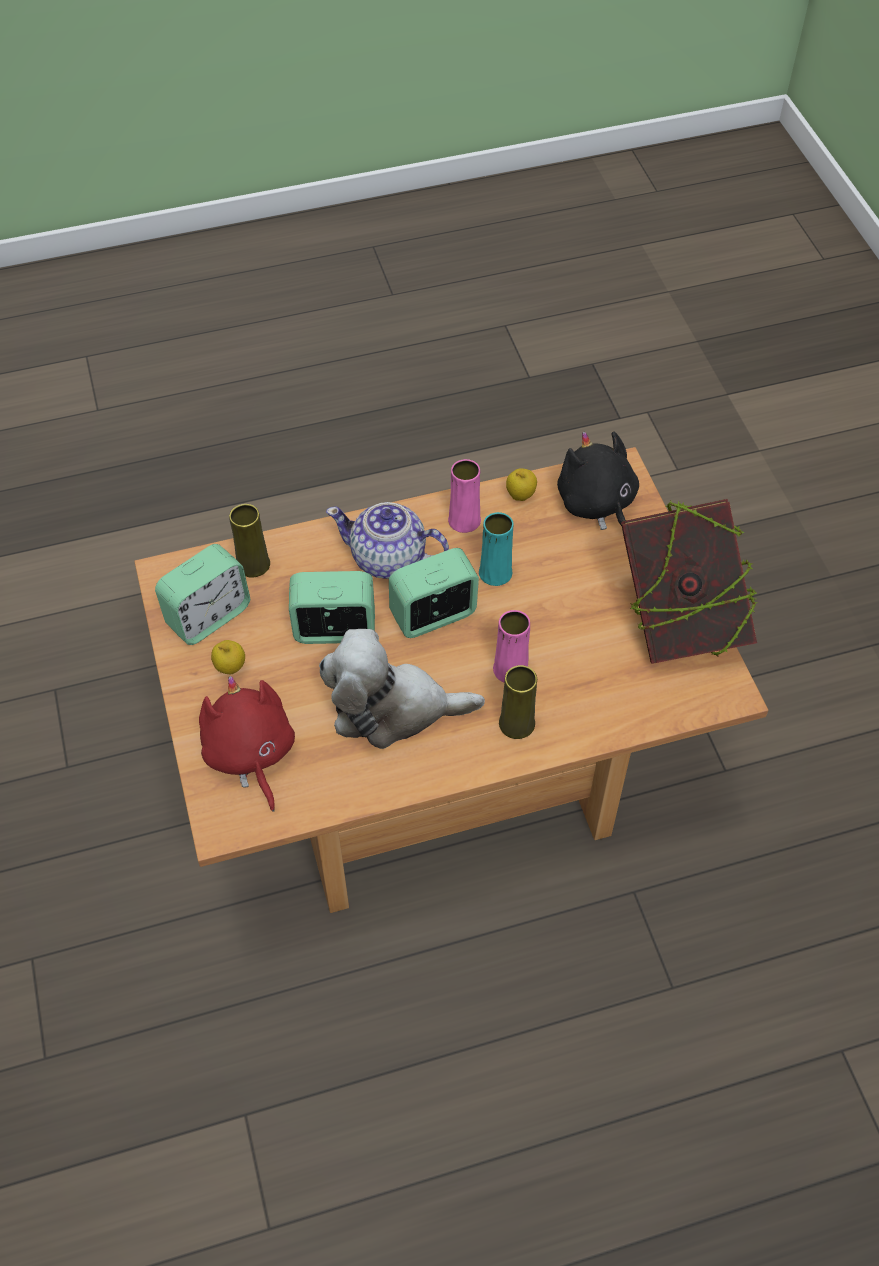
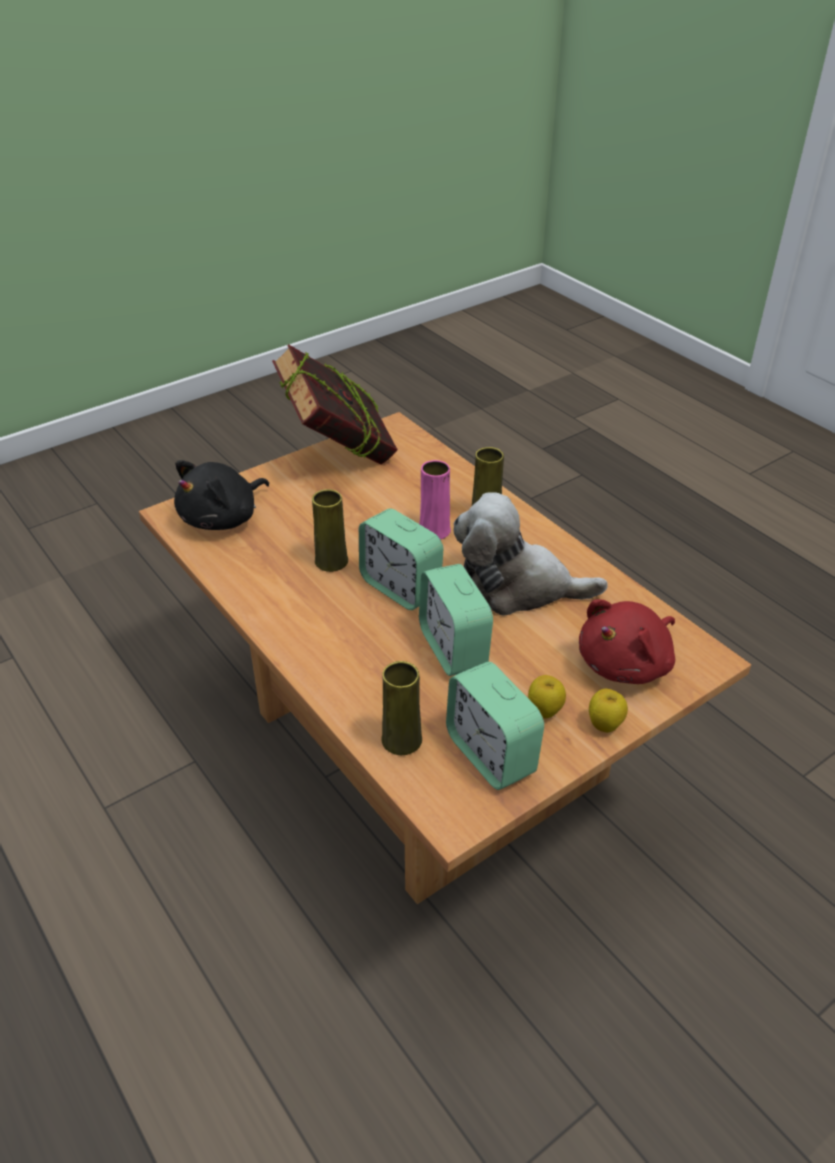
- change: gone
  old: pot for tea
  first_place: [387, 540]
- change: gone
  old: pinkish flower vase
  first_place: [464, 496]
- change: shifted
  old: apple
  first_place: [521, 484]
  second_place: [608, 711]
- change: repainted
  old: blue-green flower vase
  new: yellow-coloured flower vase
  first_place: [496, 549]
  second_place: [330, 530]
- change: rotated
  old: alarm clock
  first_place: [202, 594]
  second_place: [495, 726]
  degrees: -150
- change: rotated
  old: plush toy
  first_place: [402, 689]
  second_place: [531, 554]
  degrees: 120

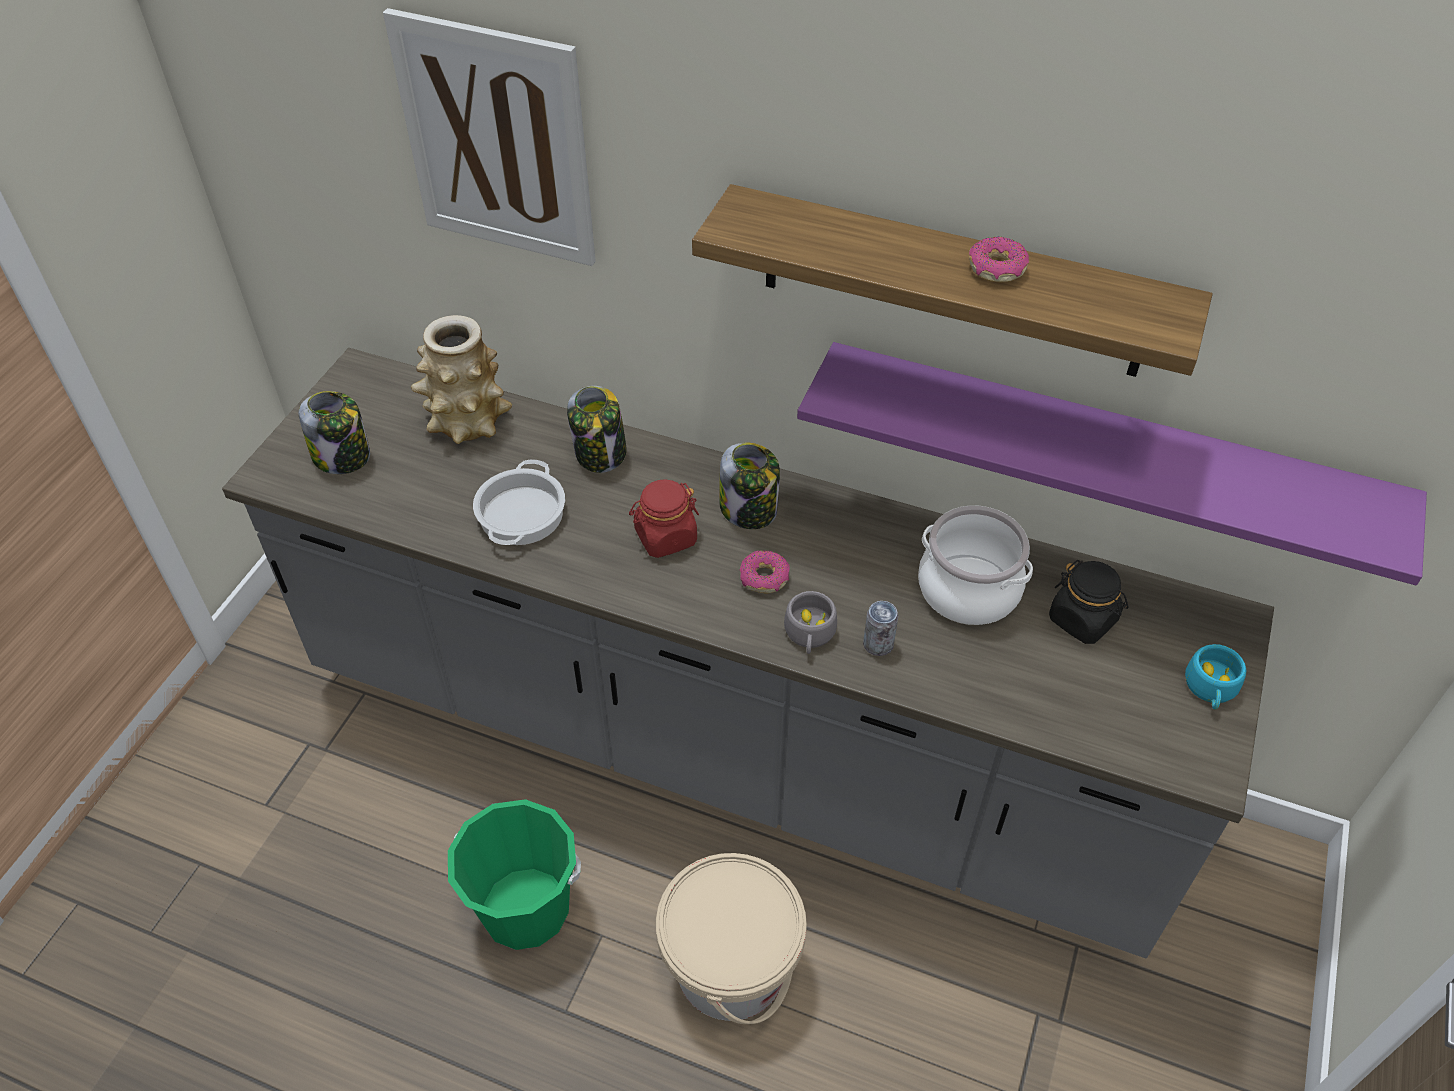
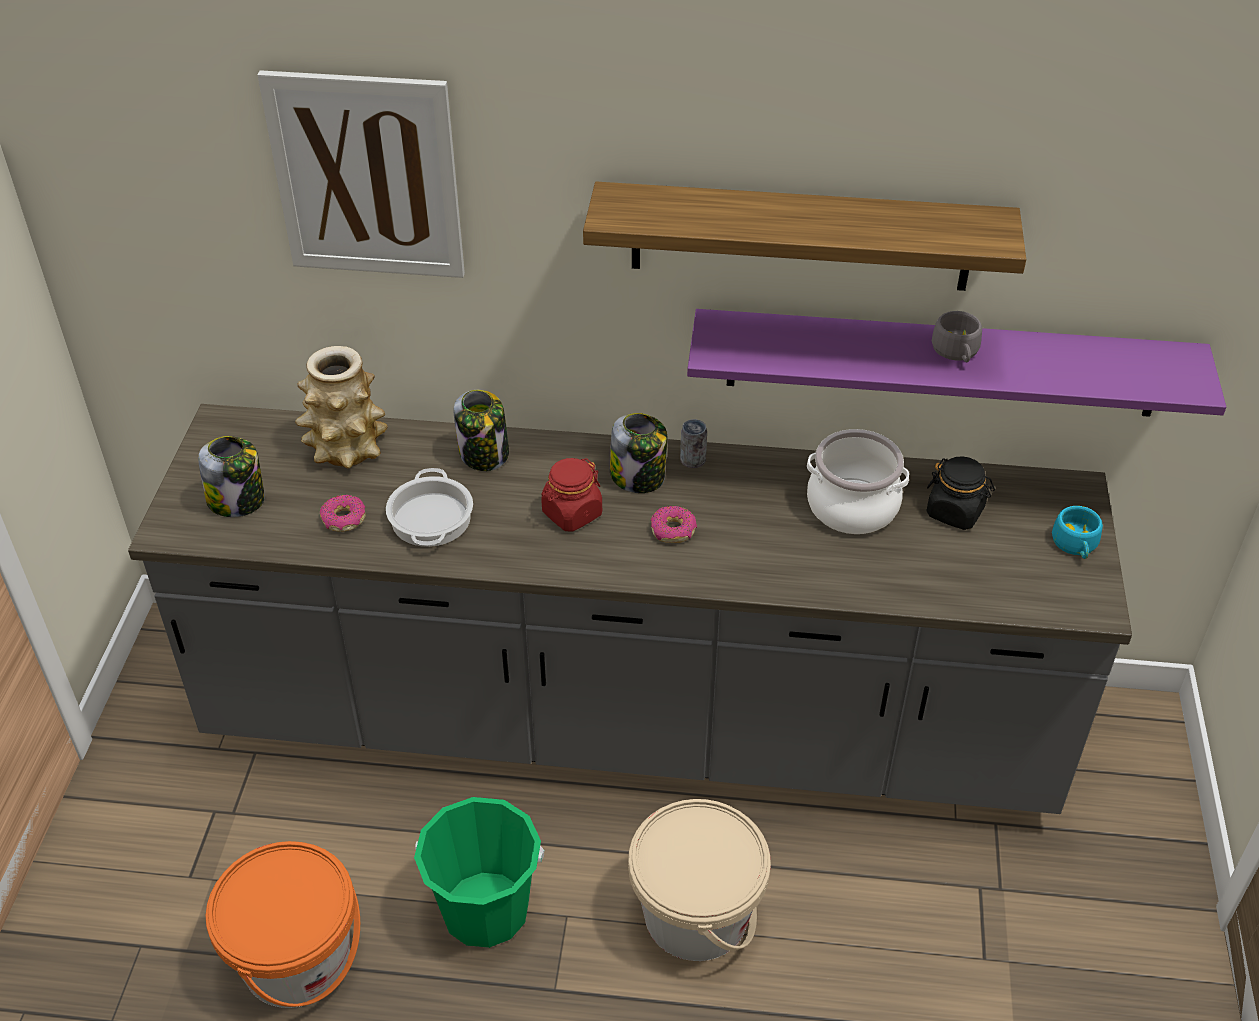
- change: new
  new: orange-coloured water bucket
  second_place: [283, 924]
- change: shifted
  old: gray small cup
  first_place: [810, 622]
  second_place: [957, 336]
- change: shifted
  old: metal can
  first_place: [880, 628]
  second_place: [693, 443]
- change: shifted
  old: ring doughnut
  first_place: [999, 259]
  second_place: [343, 513]

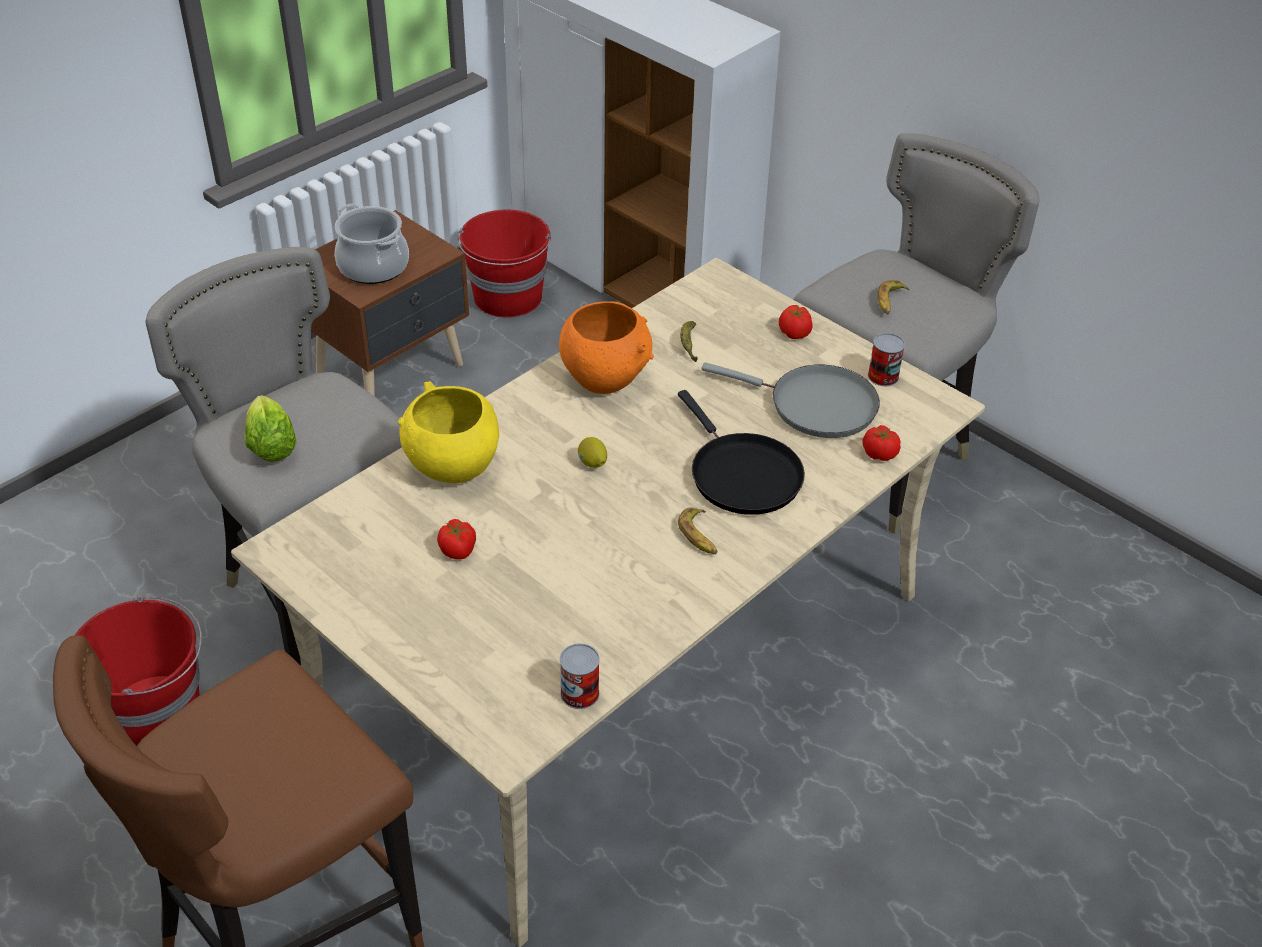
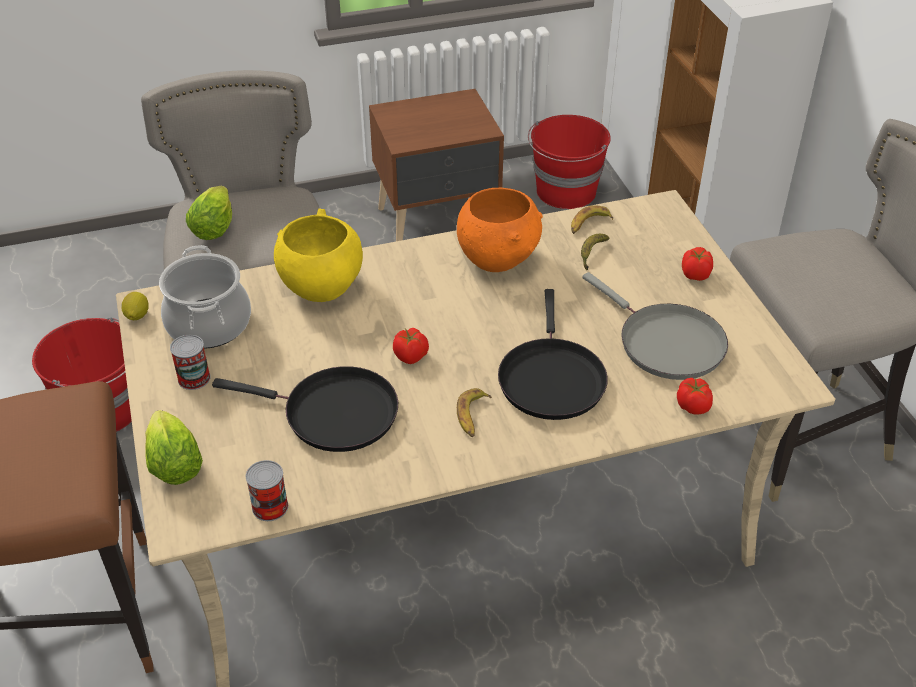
- change: new
  new: lettuce head
  second_place: [174, 447]
- change: new
  new: black skillet
  second_place: [305, 409]
- change: shifted
  old: cooking pot
  first_place: [371, 244]
  second_place: [205, 297]
- change: shifted
  old: tomato
  first_place: [456, 539]
  second_place: [411, 346]
- change: shifted
  old: whole lemon
  first_place: [592, 452]
  second_place: [135, 306]
- change: shifted
  old: metal can
  first_place: [886, 359]
  second_place: [190, 362]
- change: shifted
  old: whole banana
  first_place: [893, 297]
  second_place: [592, 219]

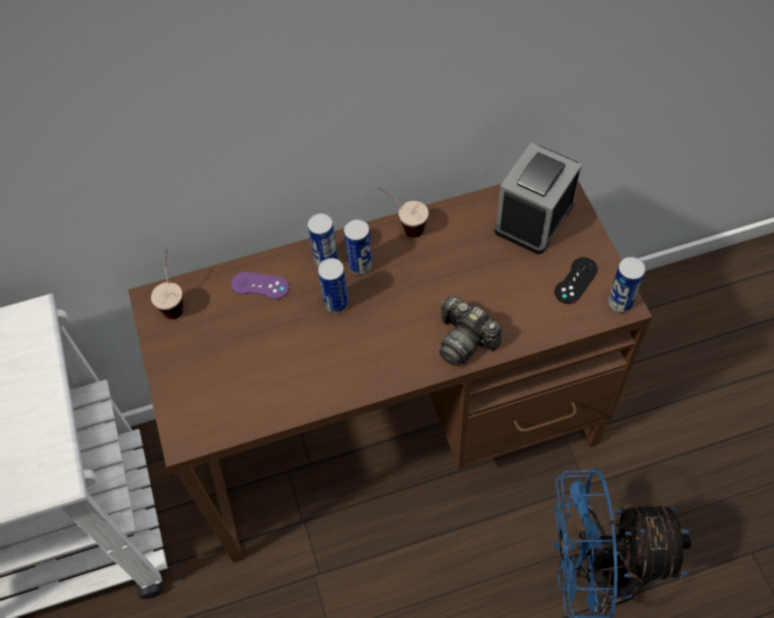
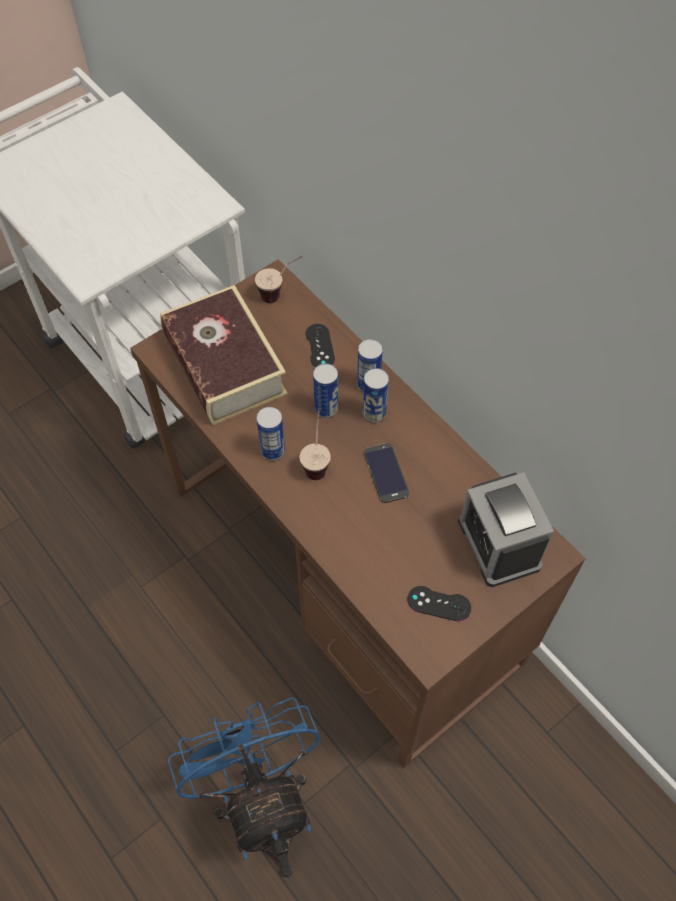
- change: gone
  old: photo camera
  first_place: [470, 331]
- change: new
  new: bound book
  second_place: [223, 355]
- change: new
  new: handset
  second_place: [386, 473]
- change: shifted
  old: small cup
  first_place: [403, 212]
  second_place: [315, 445]
- change: shifted
  old: metal can
  first_place: [627, 285]
  second_place: [271, 434]
- change: repainted
  old: purple-coloured gamepad
  new: black gamepad
  first_place: [260, 285]
  second_place: [320, 345]
- change: rotated
  old: alarm clock
  first_place: [538, 198]
  second_place: [506, 529]
  degrees: -120

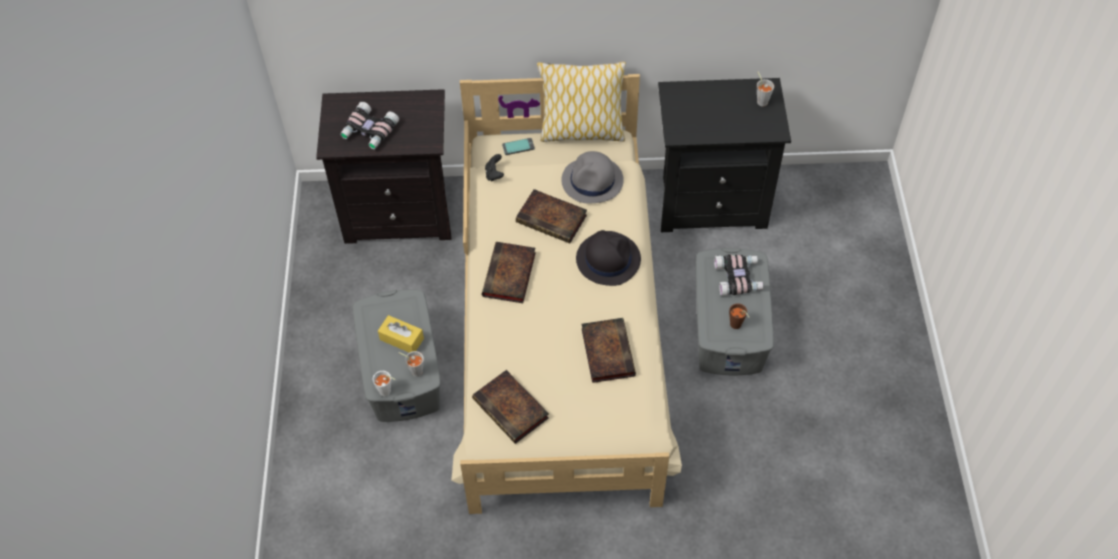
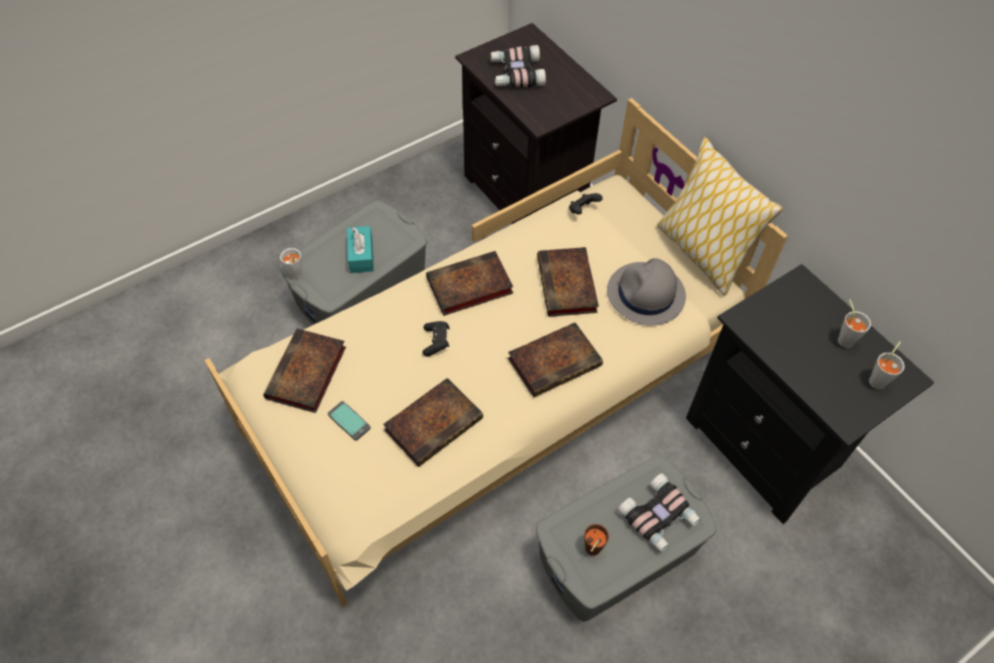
- change: new
  new: black gamepad
  second_place: [436, 339]
- change: shifted
  old: gray small cup
  first_place: [411, 364]
  second_place: [854, 323]
- change: shifted
  old: handset
  first_place: [518, 146]
  second_place: [349, 421]
- change: swapped
  old: black wearable hat
  new: bound book
  first_place: [608, 258]
  second_place: [555, 359]
- change: repainted
  old: yellow-coloured tissue box
  new: blue-green tissue box
  first_place: [401, 334]
  second_place: [360, 249]

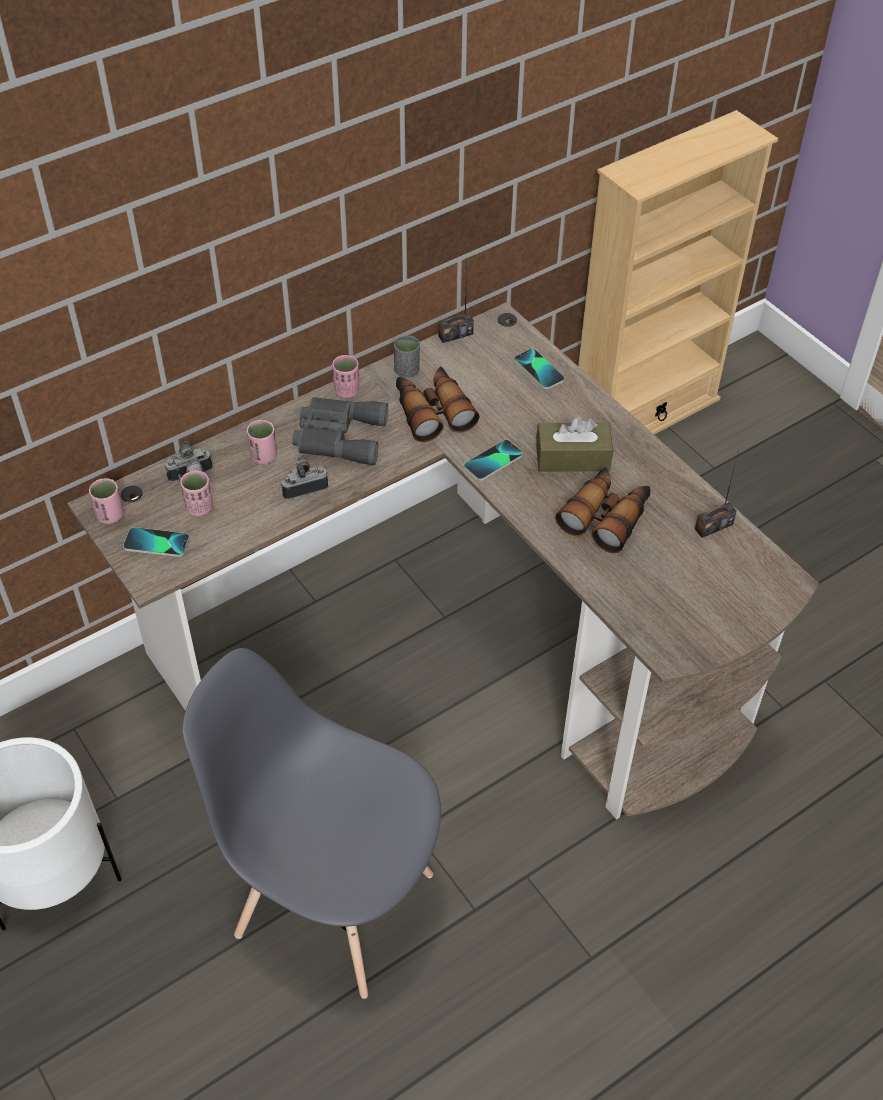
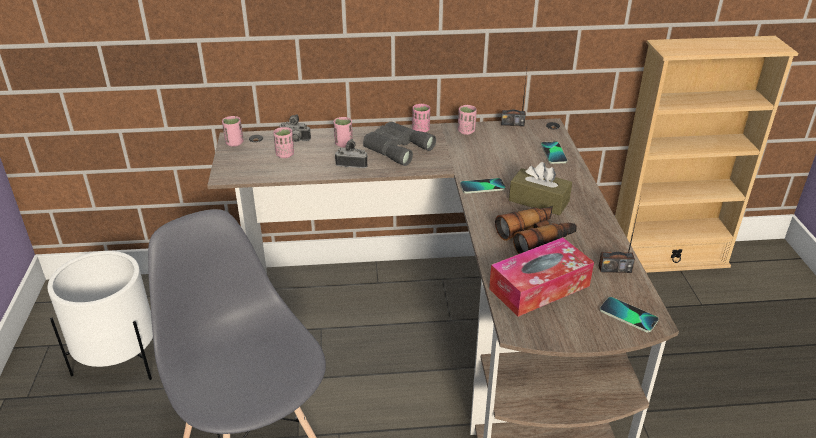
- change: gone
  old: field glasses
  first_place: [437, 404]
- change: new
  new: tissue box
  second_place: [541, 277]
- change: shifted
  old: handset
  first_place: [156, 542]
  second_place: [629, 315]
- change: repainted
  old: gray small cup
  new: pinkish small cup
  first_place: [407, 356]
  second_place: [467, 120]

